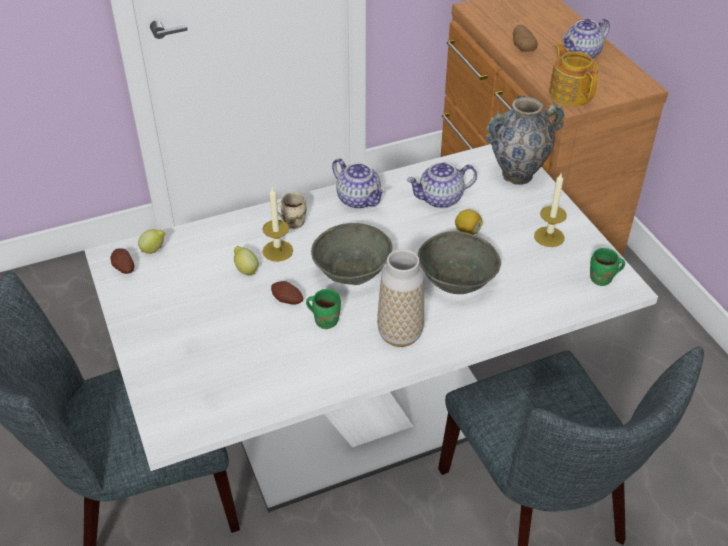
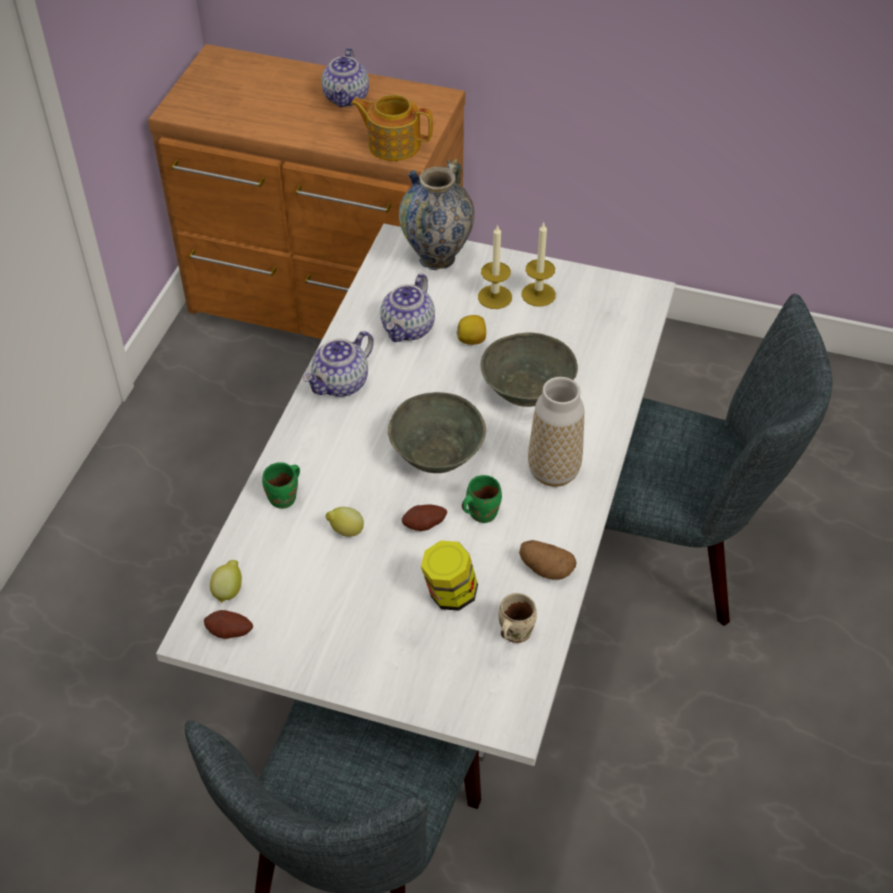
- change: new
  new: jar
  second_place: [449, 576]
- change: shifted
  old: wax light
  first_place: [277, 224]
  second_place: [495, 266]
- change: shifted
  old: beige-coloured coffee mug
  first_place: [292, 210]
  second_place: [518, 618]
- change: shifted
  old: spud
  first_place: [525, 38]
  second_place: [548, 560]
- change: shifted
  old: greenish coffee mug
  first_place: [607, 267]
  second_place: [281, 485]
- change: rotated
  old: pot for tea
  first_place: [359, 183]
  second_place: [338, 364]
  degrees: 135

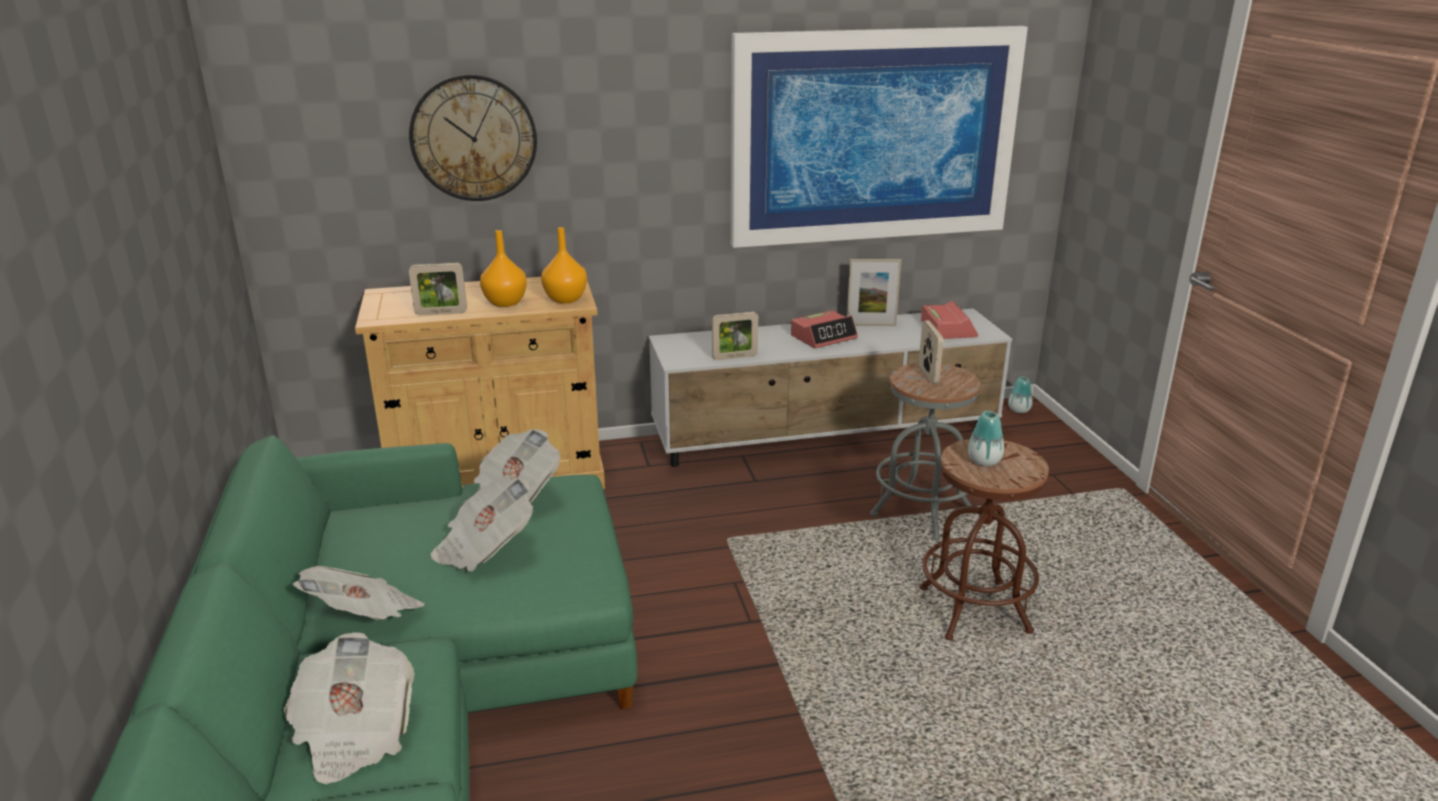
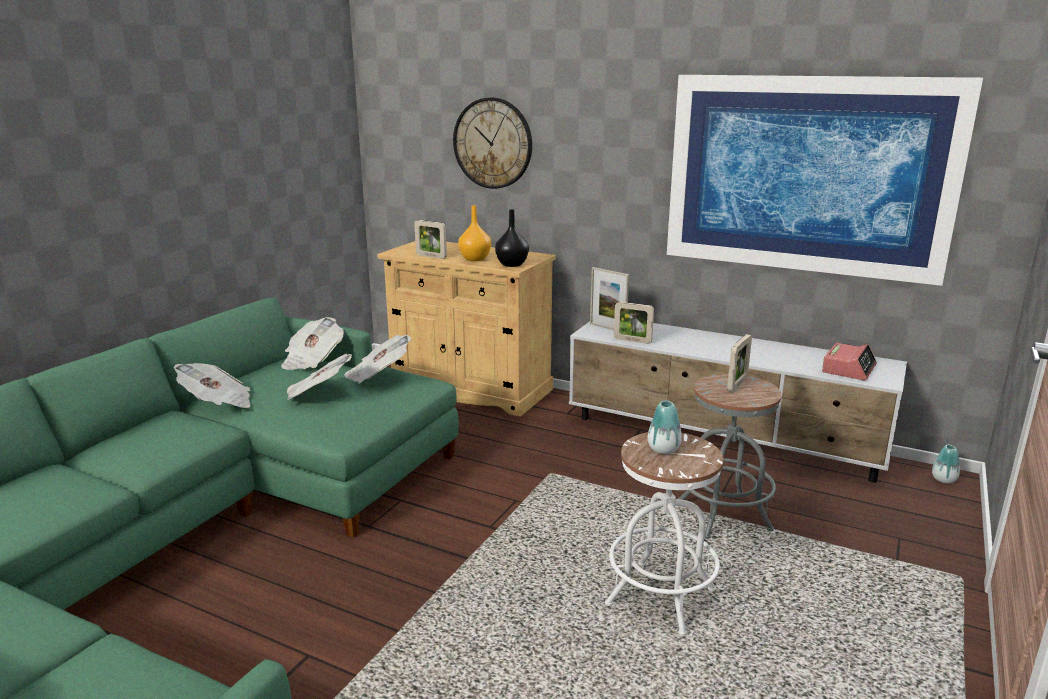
- change: gone
  old: alarm clock
  first_place: [824, 329]
- change: shifted
  old: newspaper
  first_place: [349, 708]
  second_place: [312, 343]
- change: shifted
  old: picture frame
  first_place: [874, 292]
  second_place: [609, 298]
- change: repainted
  old: orange-coloured flower vase
  new: black flower vase
  first_place: [564, 265]
  second_place: [512, 238]
- change: repainted
  old: brownish sitting stool
  new: white-coloured sitting stool
  first_place: [984, 539]
  second_place: [664, 534]

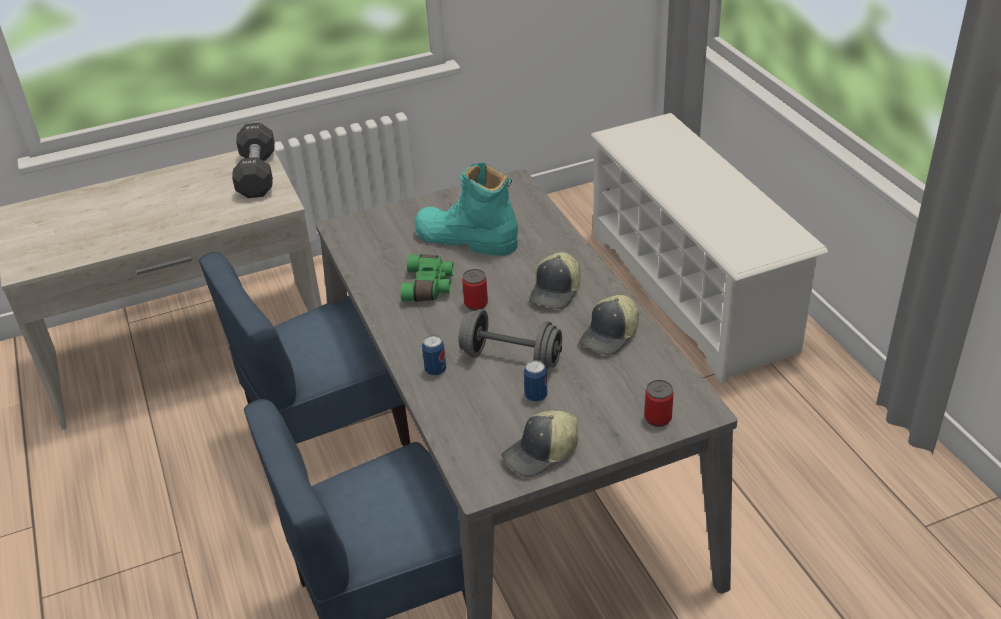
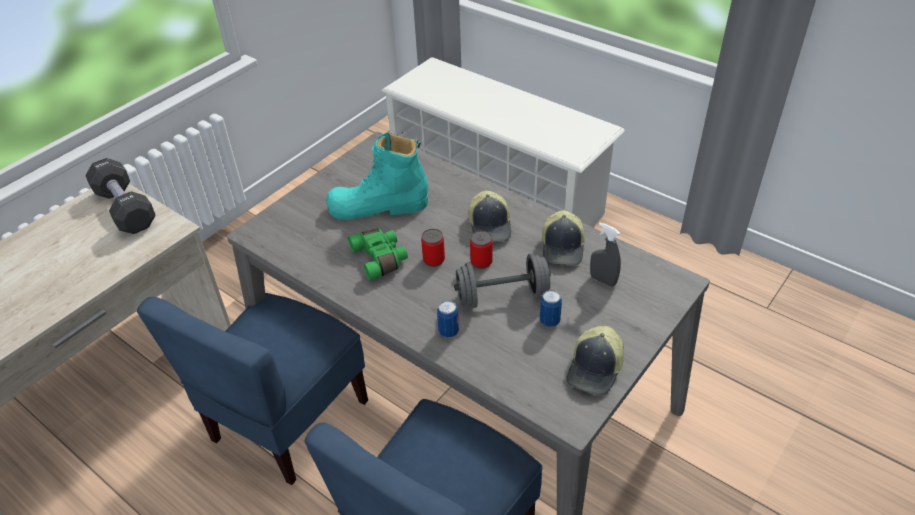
- change: new
  new: gray hand sprayer
  second_place: [605, 255]
- change: shifted
  old: metal can
  first_place: [659, 403]
  second_place: [481, 250]

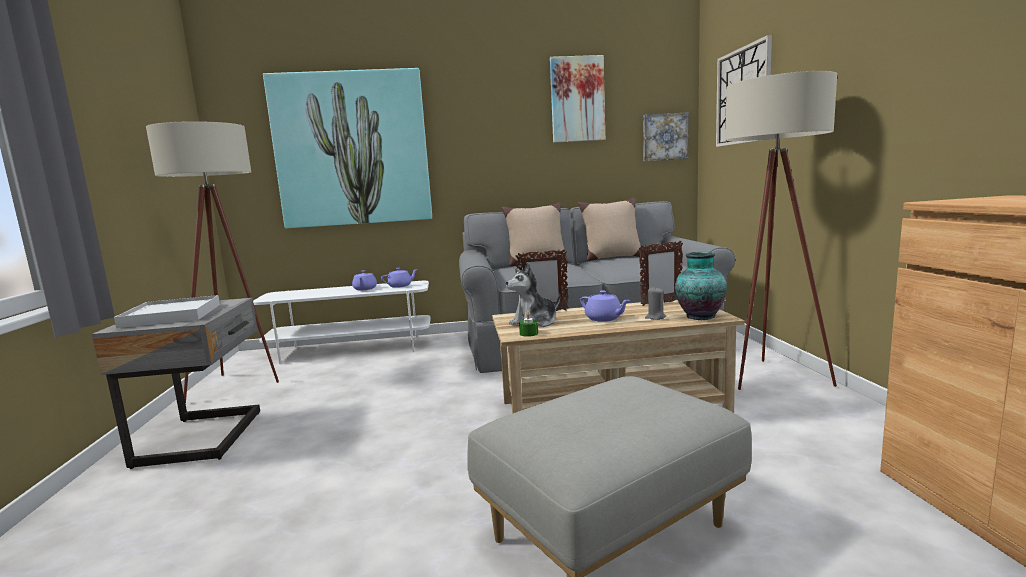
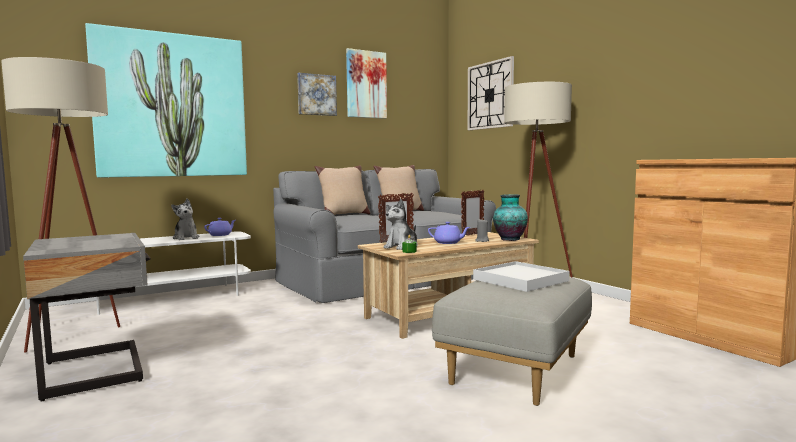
- change: shifted
  old: white-coloured tray
  first_place: [167, 311]
  second_place: [521, 276]
- change: shifted
  old: wall picture
  first_place: [665, 137]
  second_place: [317, 94]
- change: swapped
  old: purple-coloured pot for tea
  new: plush toy
  first_place: [364, 280]
  second_place: [185, 219]

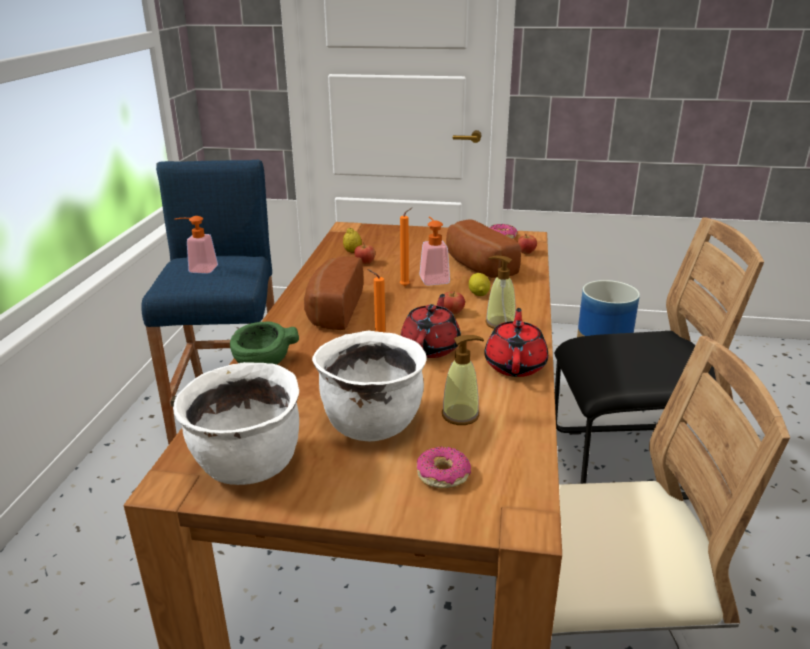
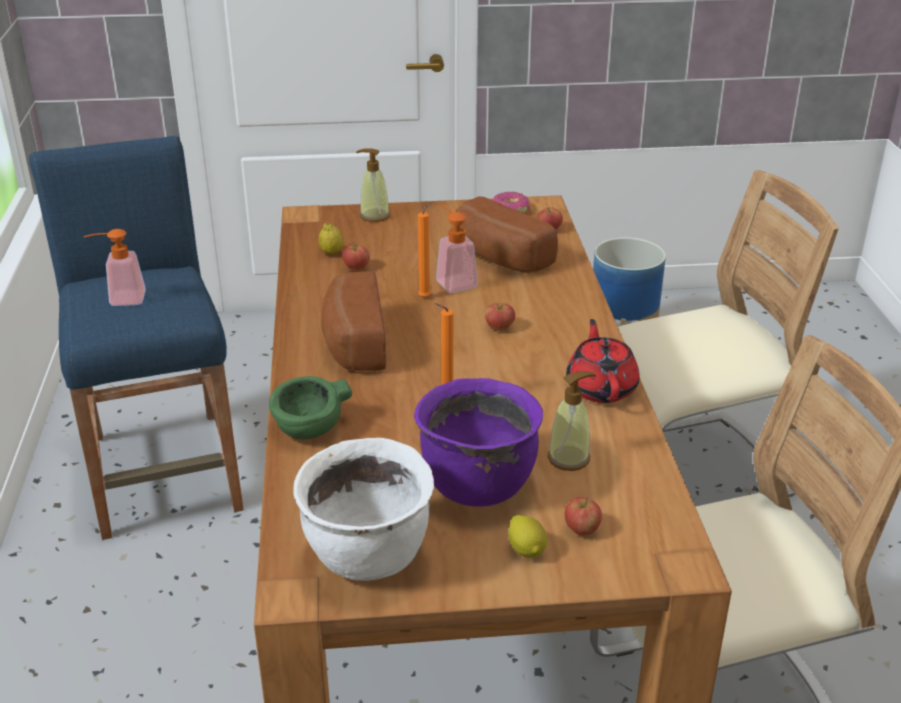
- change: gone
  old: red pot for tea
  first_place: [431, 326]
- change: shifted
  old: whole lemon
  first_place: [479, 284]
  second_place: [528, 536]
- change: shifted
  old: soap bottle
  first_place: [500, 292]
  second_place: [373, 185]
- change: swapped
  old: ring doughnut
  new: apple
  first_place: [444, 467]
  second_place: [583, 516]
- change: repainted
  old: white-coloured cooking pot
  new: purple-coloured cooking pot
  first_place: [369, 386]
  second_place: [478, 442]
- change: repainted
  old: black upright chair
  new: beige-coloured upright chair
  first_place: [659, 358]
  second_place: [728, 333]

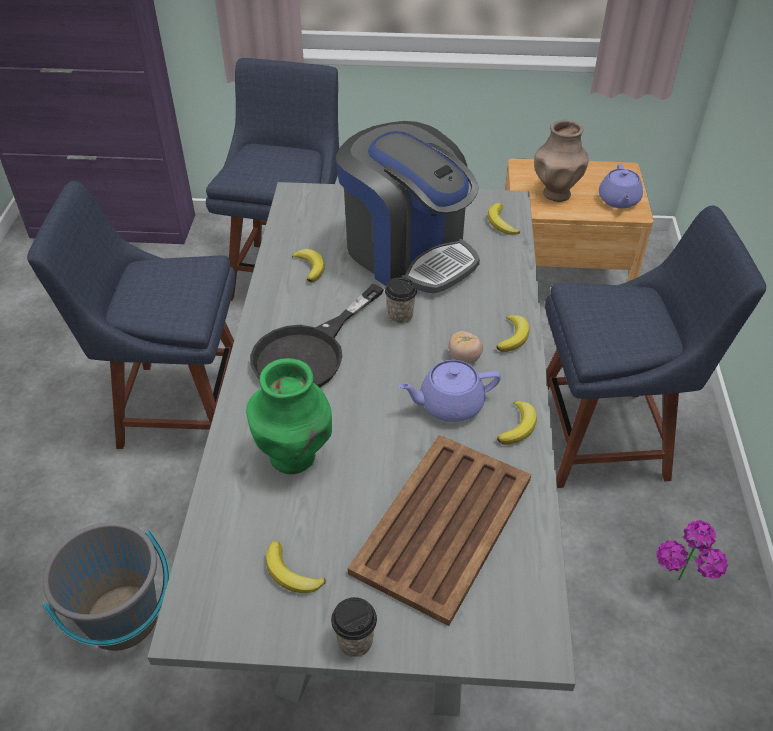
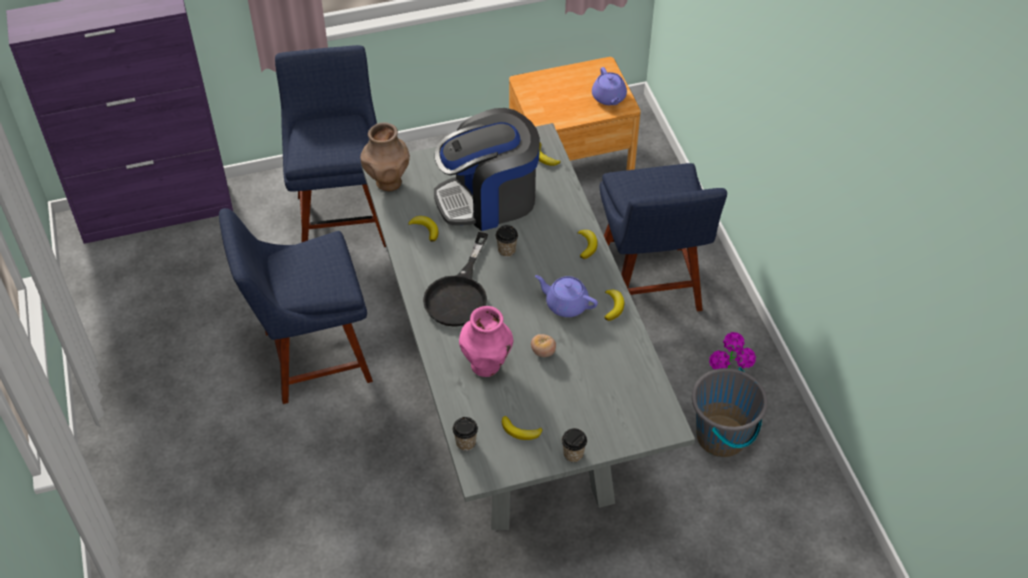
- change: gone
  old: brownish tray
  first_place: [439, 530]
- change: new
  new: small cup
  second_place: [465, 434]
- change: shifted
  old: gray water bucket
  first_place: [106, 586]
  second_place: [729, 412]
- change: shifted
  old: tomato
  first_place: [465, 347]
  second_place: [543, 345]
- change: shifted
  old: brownish flower vase
  first_place: [561, 161]
  second_place: [385, 156]
- change: repainted
  old: greenish flower vase
  new: pinkish flower vase
  first_place: [289, 416]
  second_place: [486, 341]
- change: rotated
  old: coffee brewer
  first_place: [408, 207]
  second_place: [487, 169]
  degrees: 135
- change: rotated
  old: purple-coloured pot for tea
  first_place: [450, 391]
  second_place: [566, 296]
  degrees: 60
- change: rotated
  old: blue upright chair
  first_place: [655, 347]
  second_place: [663, 237]
  degrees: 105

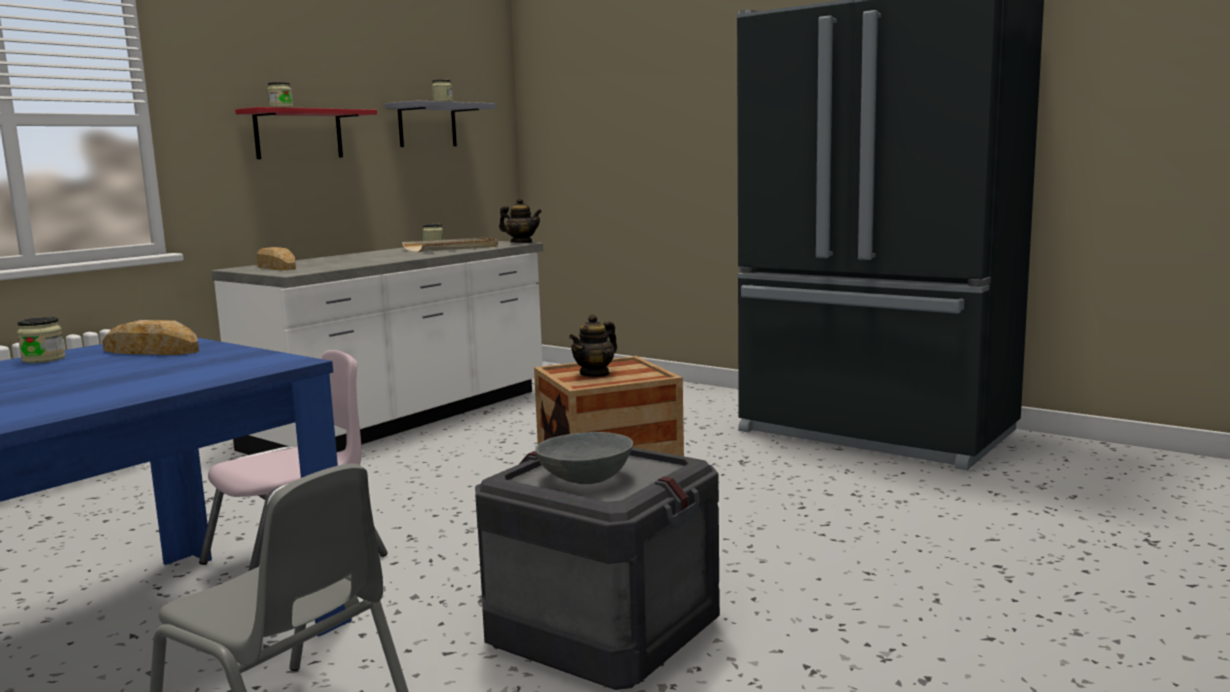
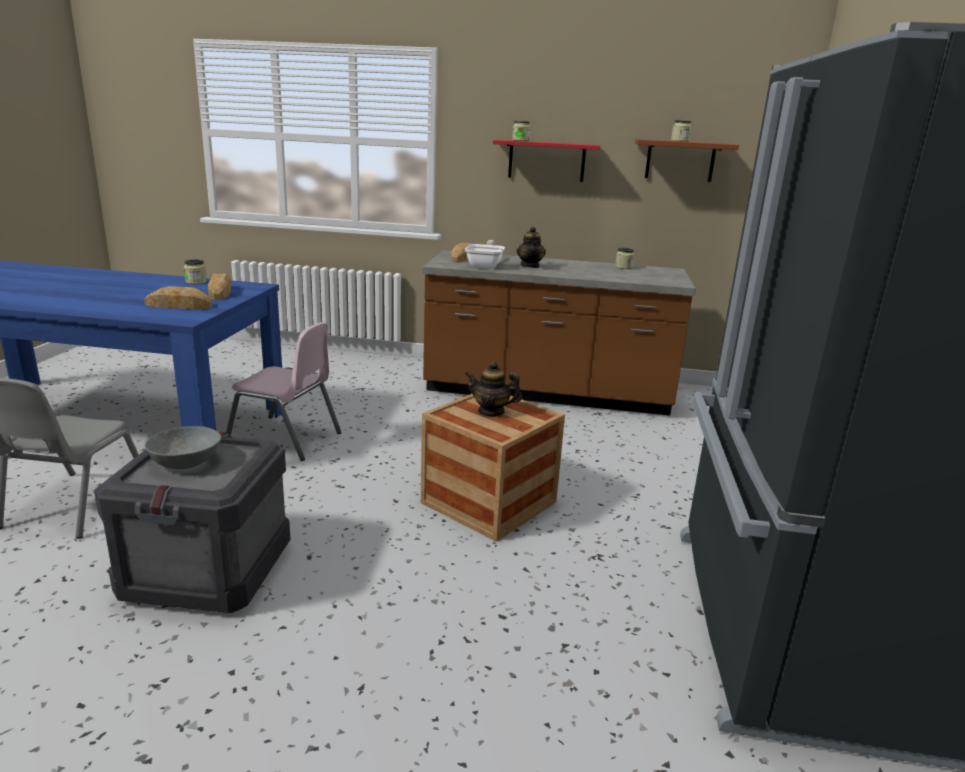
- change: gone
  old: beige-coloured tray
  first_place: [450, 244]
- change: new
  new: bakery bread
  second_place: [178, 297]
- change: new
  new: skillet
  second_place: [485, 254]
- change: shifted
  old: pot for tea
  first_place: [520, 220]
  second_place: [531, 247]
- change: repainted
  old: white-coloured kitchen counter
  new: brownish kitchen counter
  first_place: [377, 348]
  second_place: [559, 333]
- change: repainted
  old: gray shelf
  new: brownish shelf
  first_place: [440, 123]
  second_place: [687, 160]

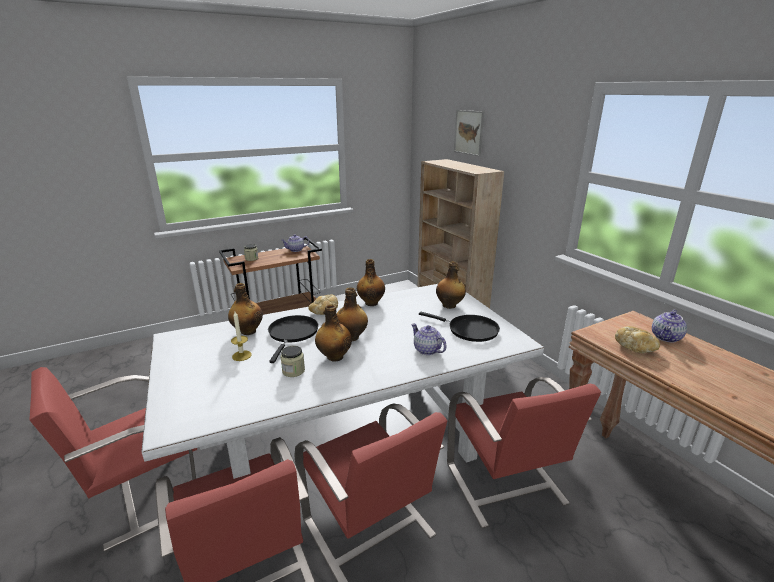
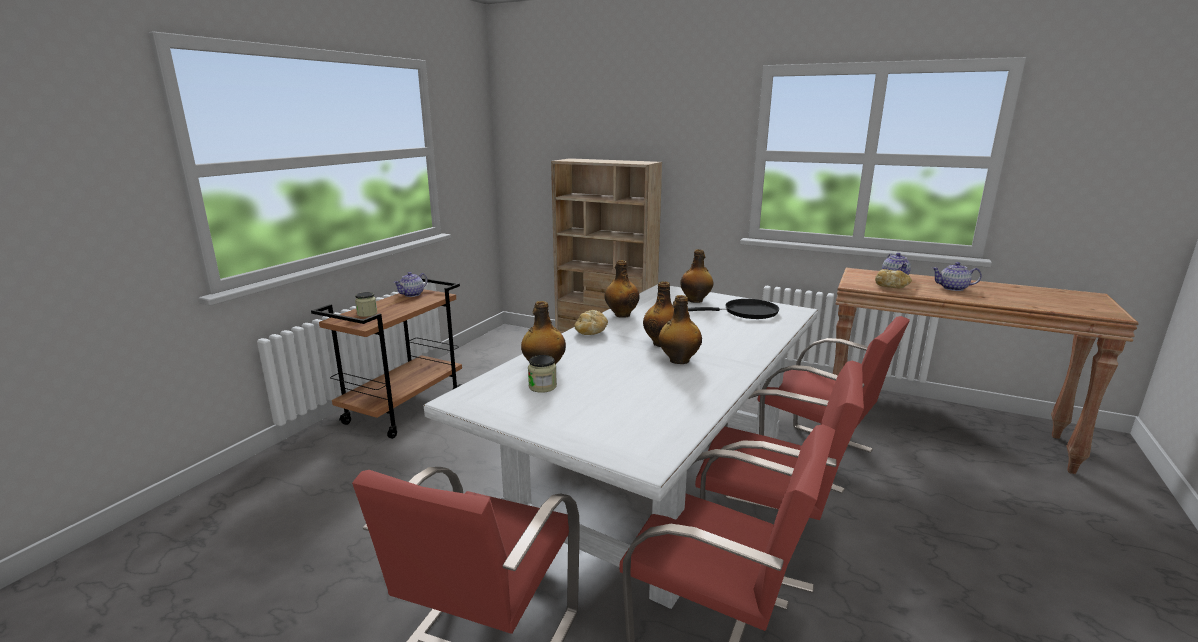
- change: gone
  old: wax light
  first_place: [241, 336]
- change: gone
  old: black skillet
  first_place: [293, 339]
- change: gone
  old: wall picture
  first_place: [469, 133]
- change: shifted
  old: jar
  first_place: [293, 361]
  second_place: [542, 374]
- change: shifted
  old: pot for tea
  first_place: [429, 339]
  second_place: [957, 276]

